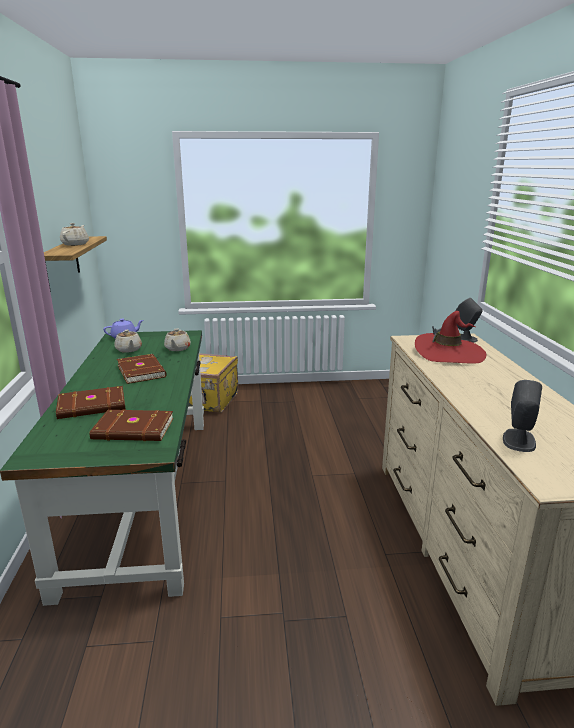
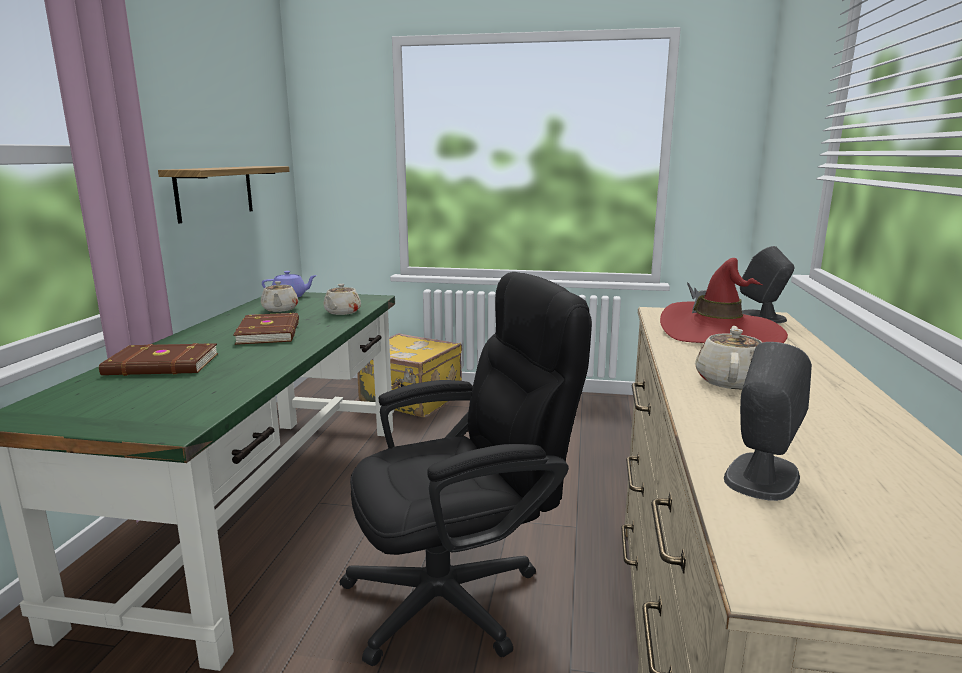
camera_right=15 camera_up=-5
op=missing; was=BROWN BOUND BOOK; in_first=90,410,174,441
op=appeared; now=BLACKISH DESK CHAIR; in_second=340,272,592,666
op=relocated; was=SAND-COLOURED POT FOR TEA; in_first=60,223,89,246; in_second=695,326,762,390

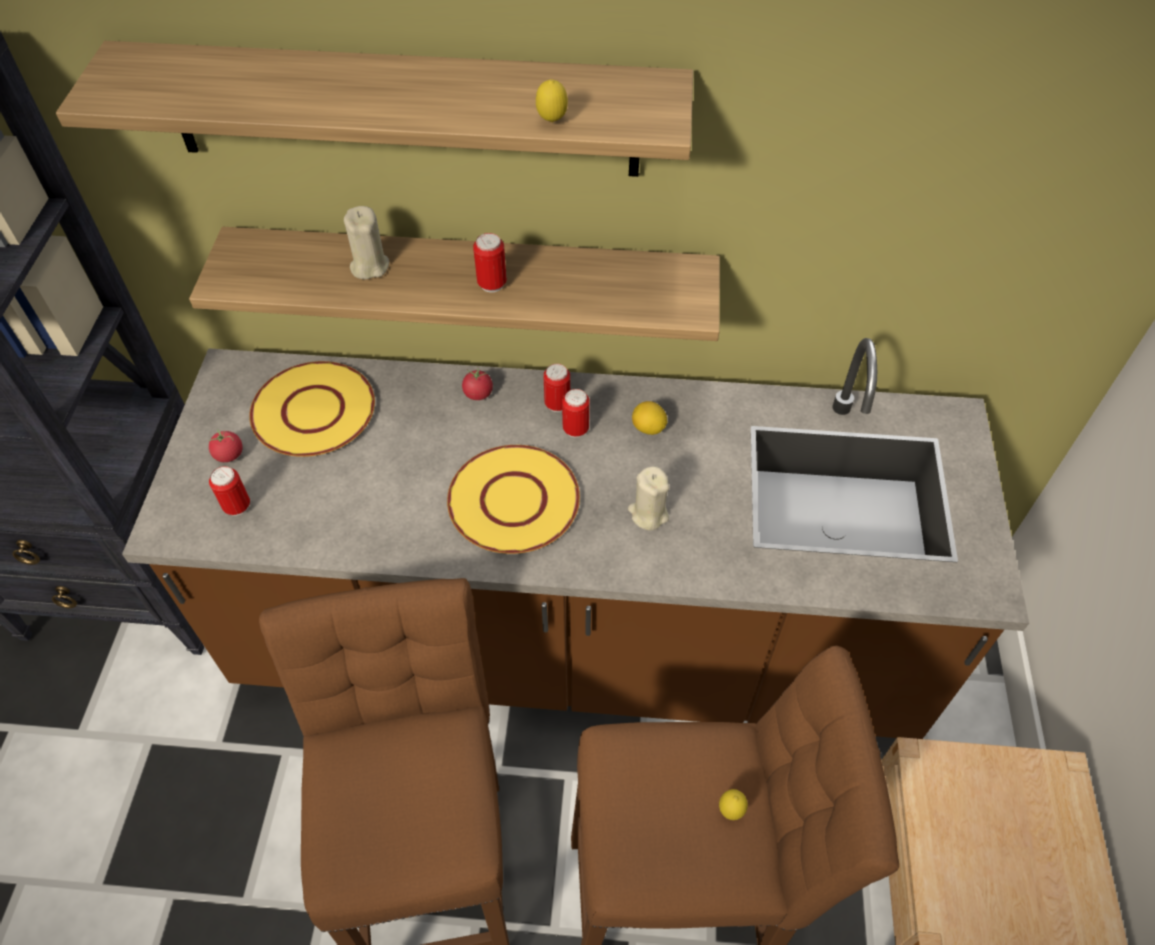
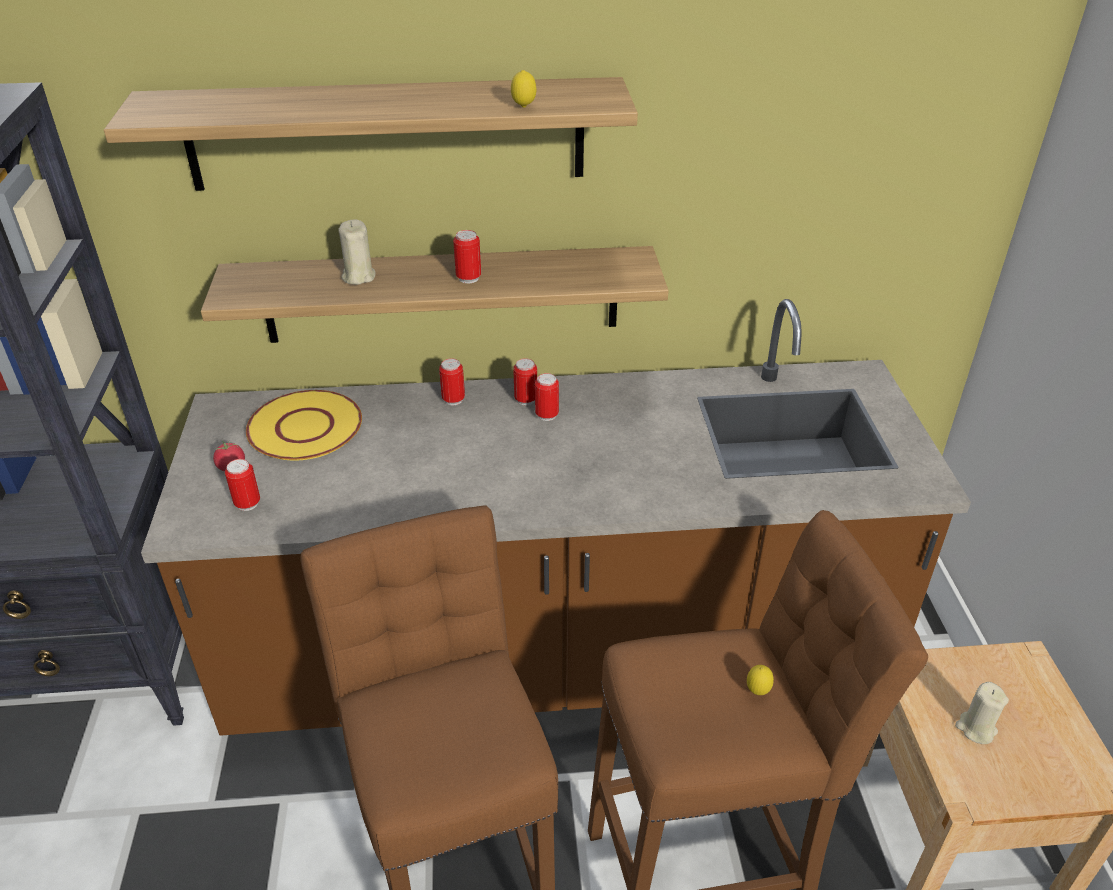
camera_right=-10 camera_up=-15
op=missing; was=YELLOW DINNER PLATE; in_first=447,445,580,554
op=missing; was=LEMON; in_first=632,401,668,435
op=relocated; was=SAND-COLOURED WAX LIGHT; in_first=628,466,669,530; in_second=955,682,1009,744
op=exchanged; was=FRESH TOMATO; now=CAN; in_first=462,368,493,400; in_second=439,358,465,405

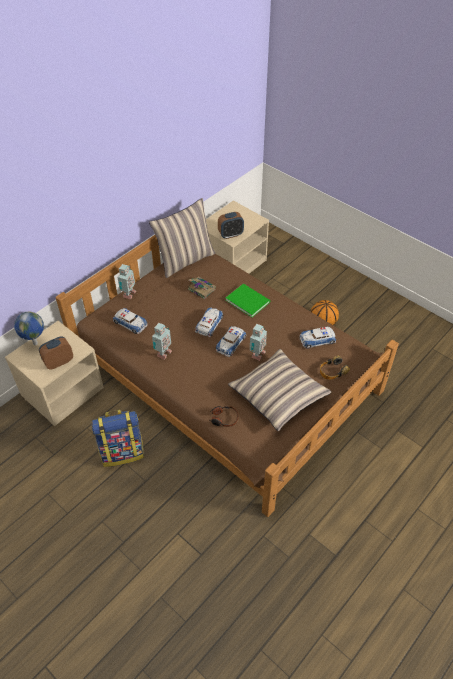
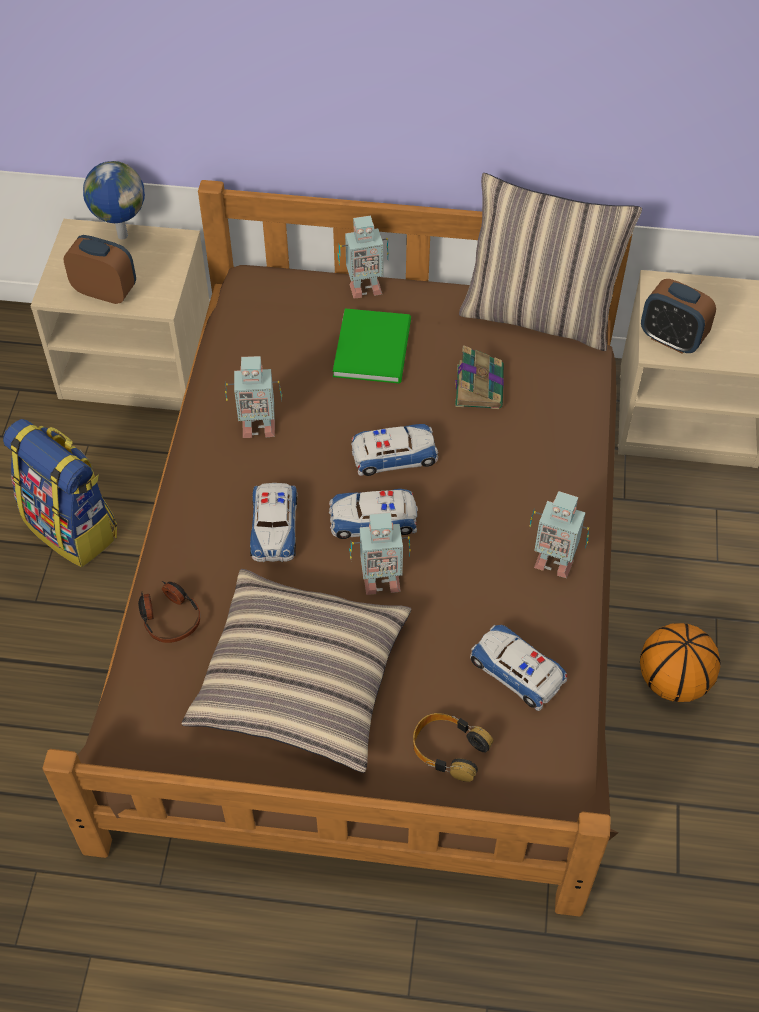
camera_right=55 camera_up=5
op=appeared; now=MODEL ROBOT; in_second=529,491,589,578
op=relocated; was=TOY CAR; in_first=113,308,148,334; in_second=250,483,297,562
op=relocated; was=GREEN-COLOURED BOUND BOOK; in_first=226,284,270,317; in_second=333,308,411,383

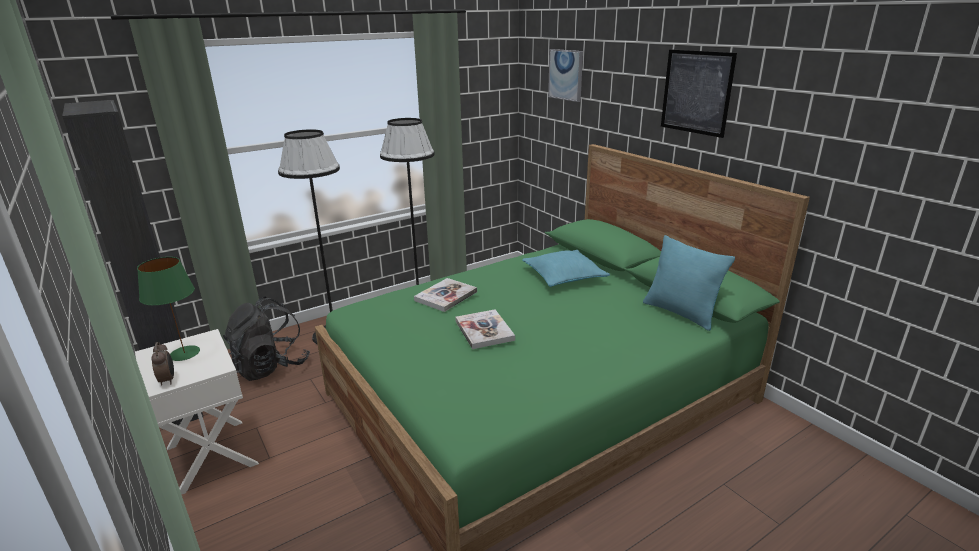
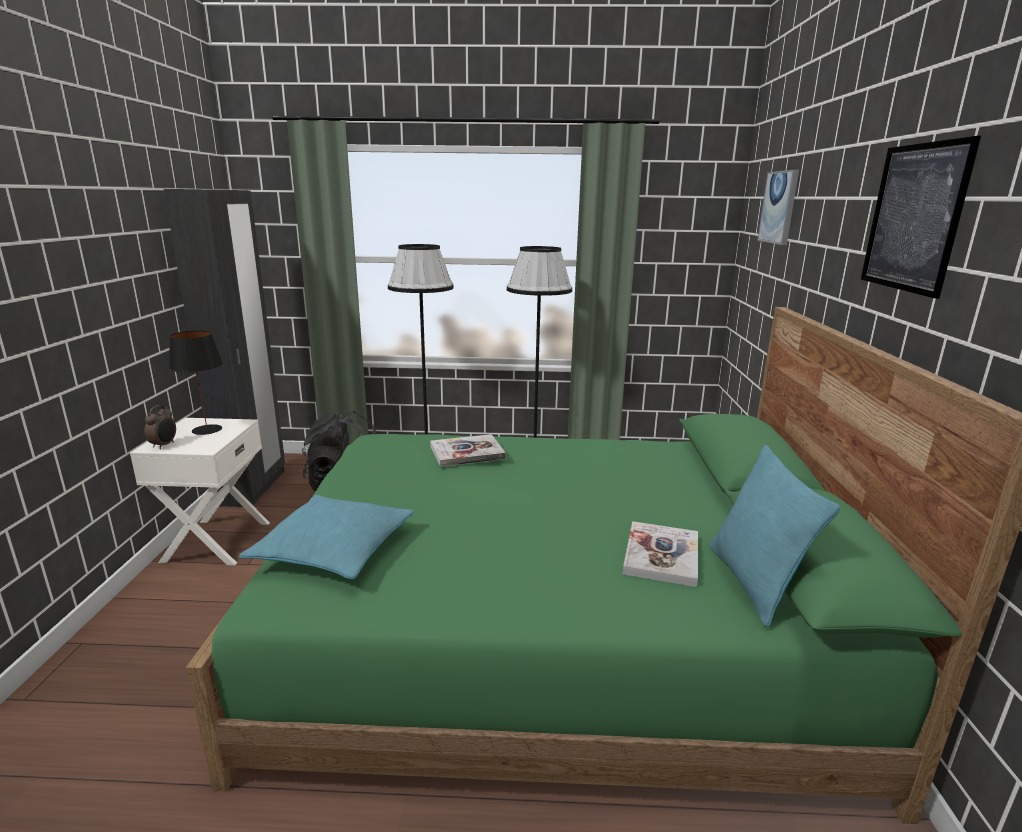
camera_right=35 camera_up=-5
op=relocated; was=BOUND BOOK; in_first=455,309,515,349; in_second=623,521,698,587
op=relocated; was=TURQUOISE-COLOURED THROW PILLOW; in_first=522,250,610,287; in_second=239,495,414,579
op=colour; was=GREEN-COLOURED TABLETOP LAMP; now=BLACKISH TABLETOP LAMP; in_first=137,257,200,361; in_second=169,331,223,435

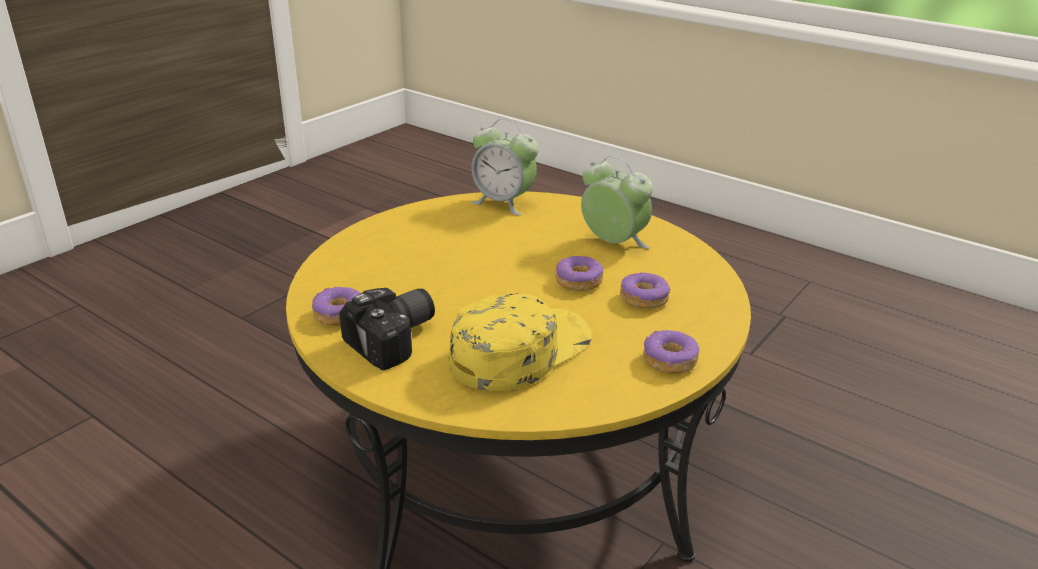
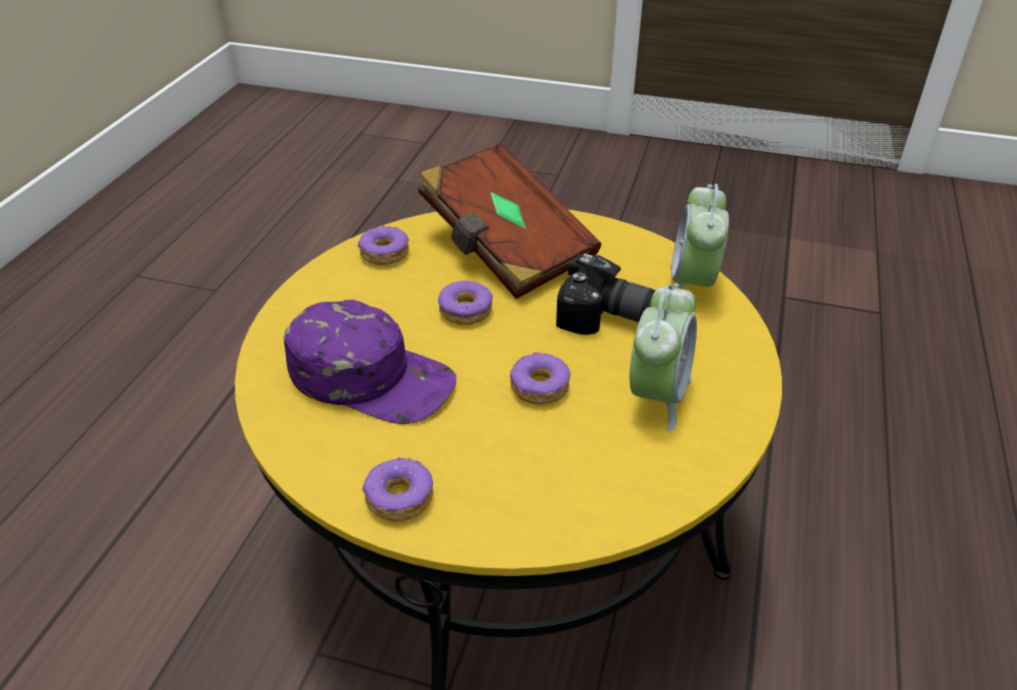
camera_right=70 camera_up=10
op=appeared; now=BROWN BOUND BOOK; in_second=418,143,602,299
op=relocated; was=STILL CAMERA; in_first=339,288,435,370; in_second=556,253,656,335
op=relocated; was=DOUGHNUT; in_first=620,272,670,309; in_second=438,281,493,325
op=colour; was=YELLOW PEAKED CAP; now=PURPLE-COLOURED PEAKED CAP; in_first=449,293,592,391; in_second=283,300,456,424

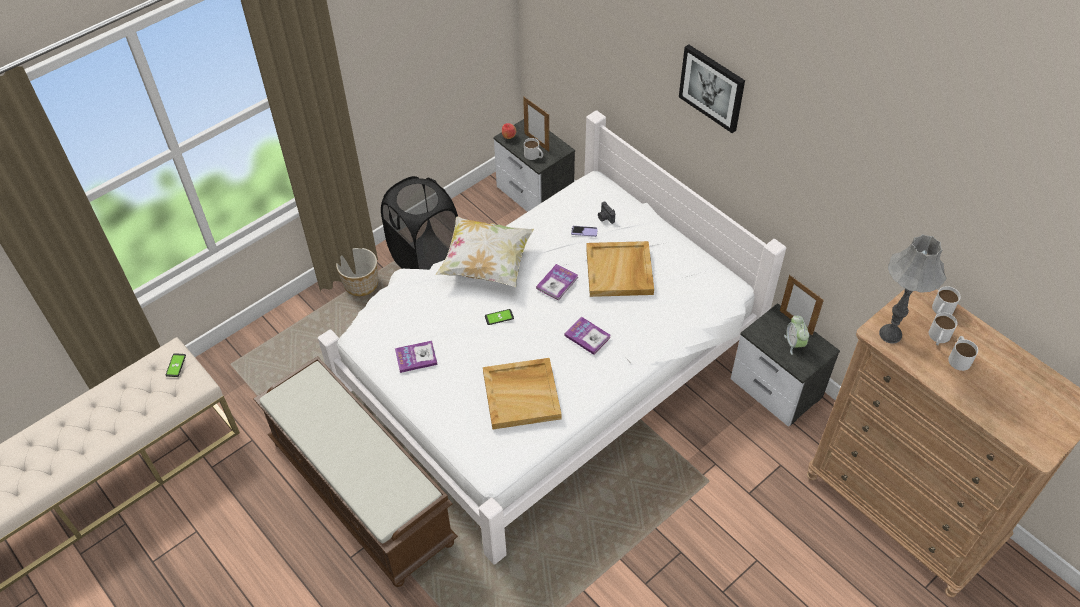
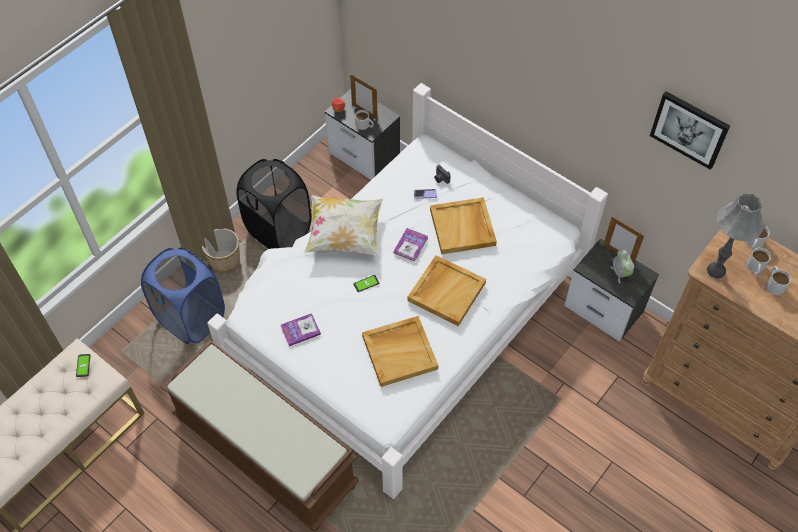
camera_right=-10 camera_up=5
op=appeared; now=BLUE WASHING BASKET; in_second=141,247,225,344
op=relocated; was=WALL ART; in_first=679,44,745,133; in_second=650,91,730,170
op=exchanged; was=BOUND BOOK; now=SAND-COLOURED CARRYING TRAY; in_first=564,317,611,355; in_second=407,255,486,326

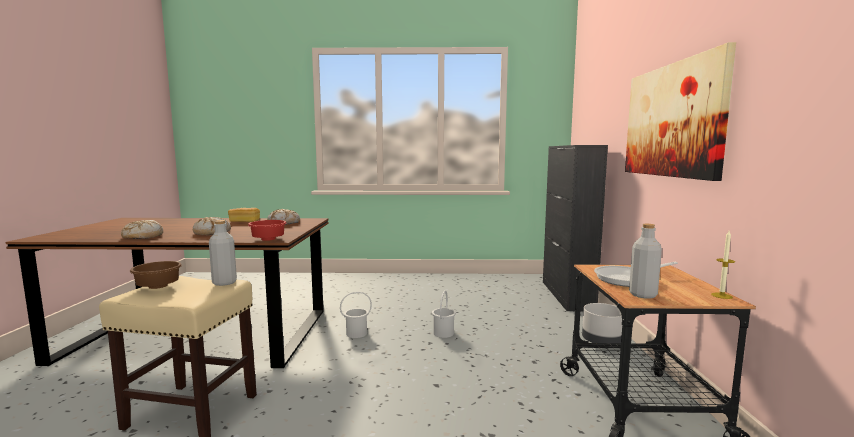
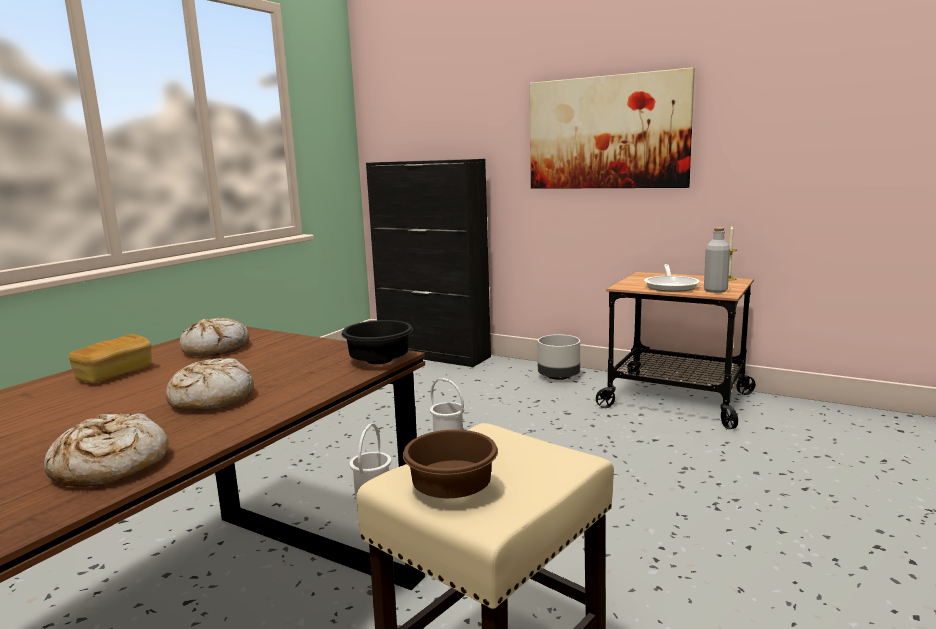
camera_right=-60 camera_up=5
op=missing; was=GRAY BEVERAGE BOTTLE; in_first=209,220,237,286
op=colour; was=RED SERVING BOWL; now=BLACKISH SERVING BOWL; in_first=248,220,287,241; in_second=342,320,413,364

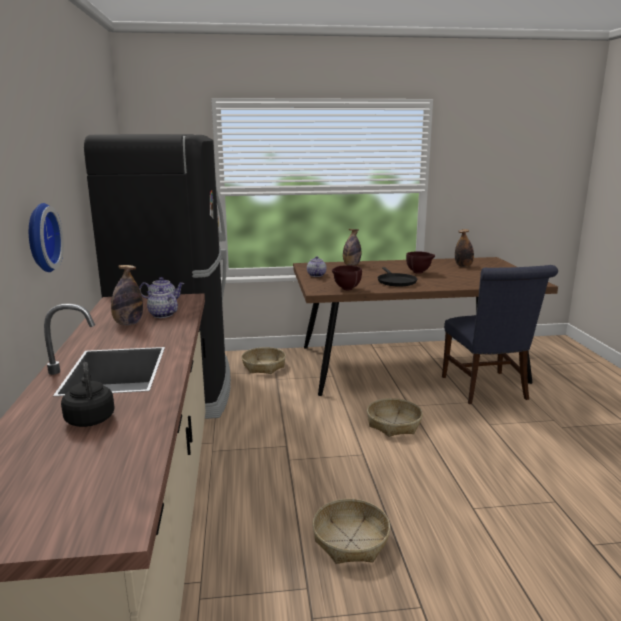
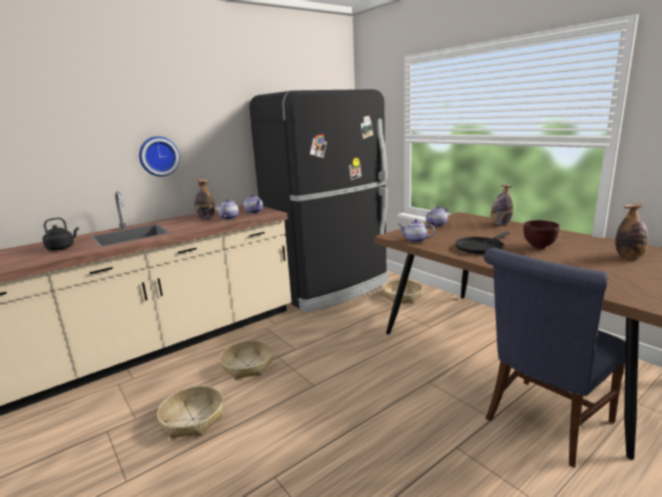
camera_right=60 camera_up=0
op=relocated; was=HOUSEHOLD BASKET; in_first=367,398,423,437; in_second=220,340,273,380
op=exchanged; was=BROWN SERVING BOWL; now=POT FOR TEA; in_first=332,265,362,290; in_second=398,219,435,243

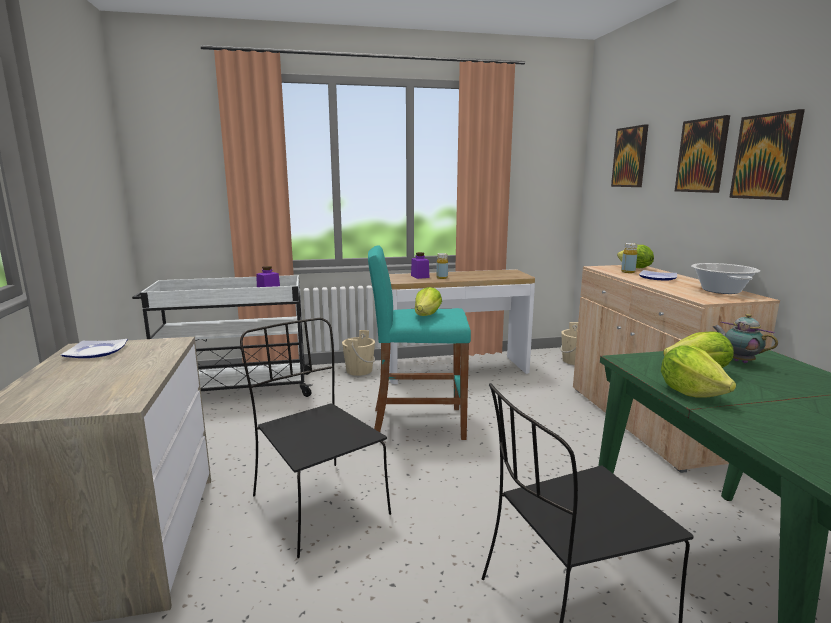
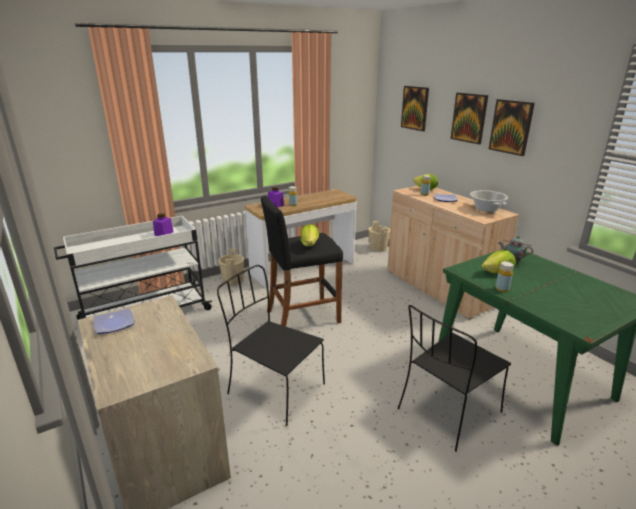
camera_right=-20 camera_up=10
op=exchanged; was=LETTUCE HEAD; now=YELLOW BEVERAGE BOTTLE; in_first=661,345,736,398; in_second=496,261,514,292
op=colour; was=TURQUOISE-COLOURED SITTING STOOL; now=BLACKISH SITTING STOOL; in_first=368,245,471,440; in_second=261,196,343,326

